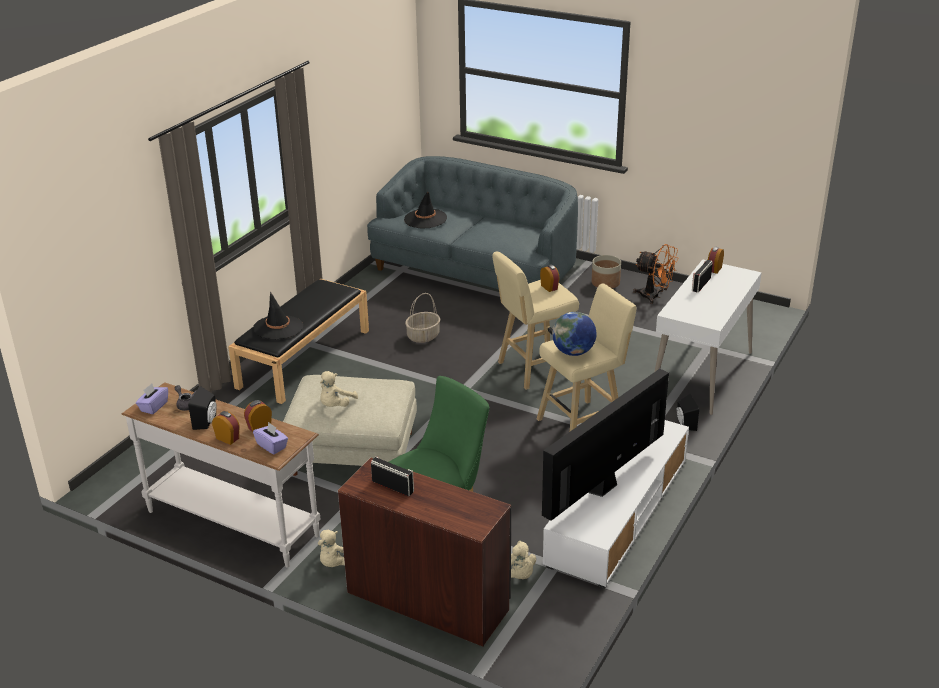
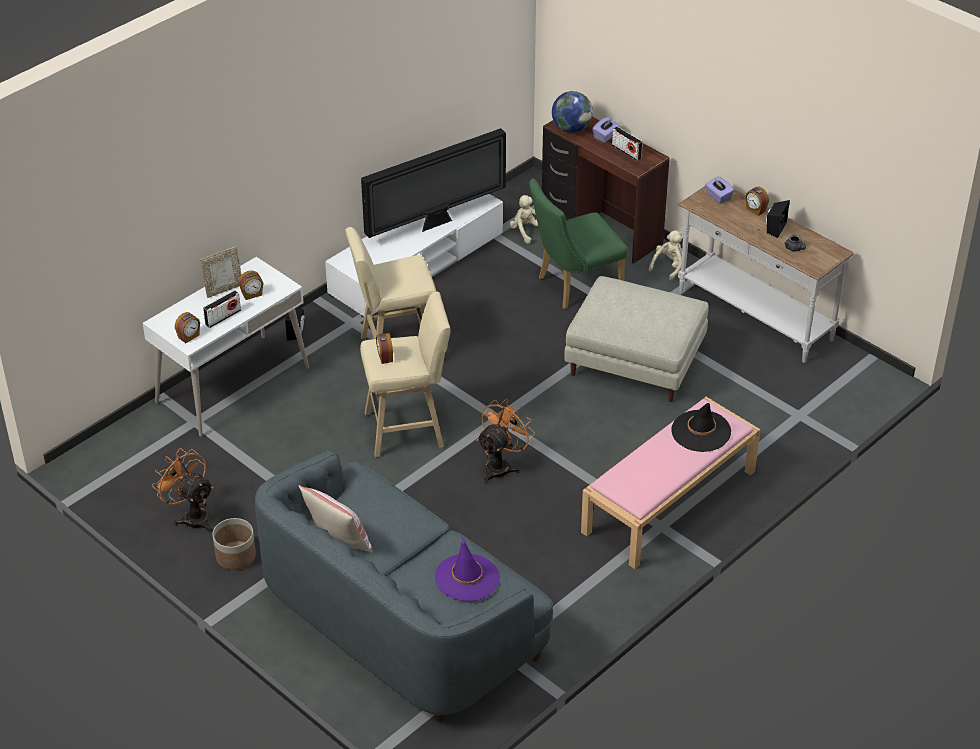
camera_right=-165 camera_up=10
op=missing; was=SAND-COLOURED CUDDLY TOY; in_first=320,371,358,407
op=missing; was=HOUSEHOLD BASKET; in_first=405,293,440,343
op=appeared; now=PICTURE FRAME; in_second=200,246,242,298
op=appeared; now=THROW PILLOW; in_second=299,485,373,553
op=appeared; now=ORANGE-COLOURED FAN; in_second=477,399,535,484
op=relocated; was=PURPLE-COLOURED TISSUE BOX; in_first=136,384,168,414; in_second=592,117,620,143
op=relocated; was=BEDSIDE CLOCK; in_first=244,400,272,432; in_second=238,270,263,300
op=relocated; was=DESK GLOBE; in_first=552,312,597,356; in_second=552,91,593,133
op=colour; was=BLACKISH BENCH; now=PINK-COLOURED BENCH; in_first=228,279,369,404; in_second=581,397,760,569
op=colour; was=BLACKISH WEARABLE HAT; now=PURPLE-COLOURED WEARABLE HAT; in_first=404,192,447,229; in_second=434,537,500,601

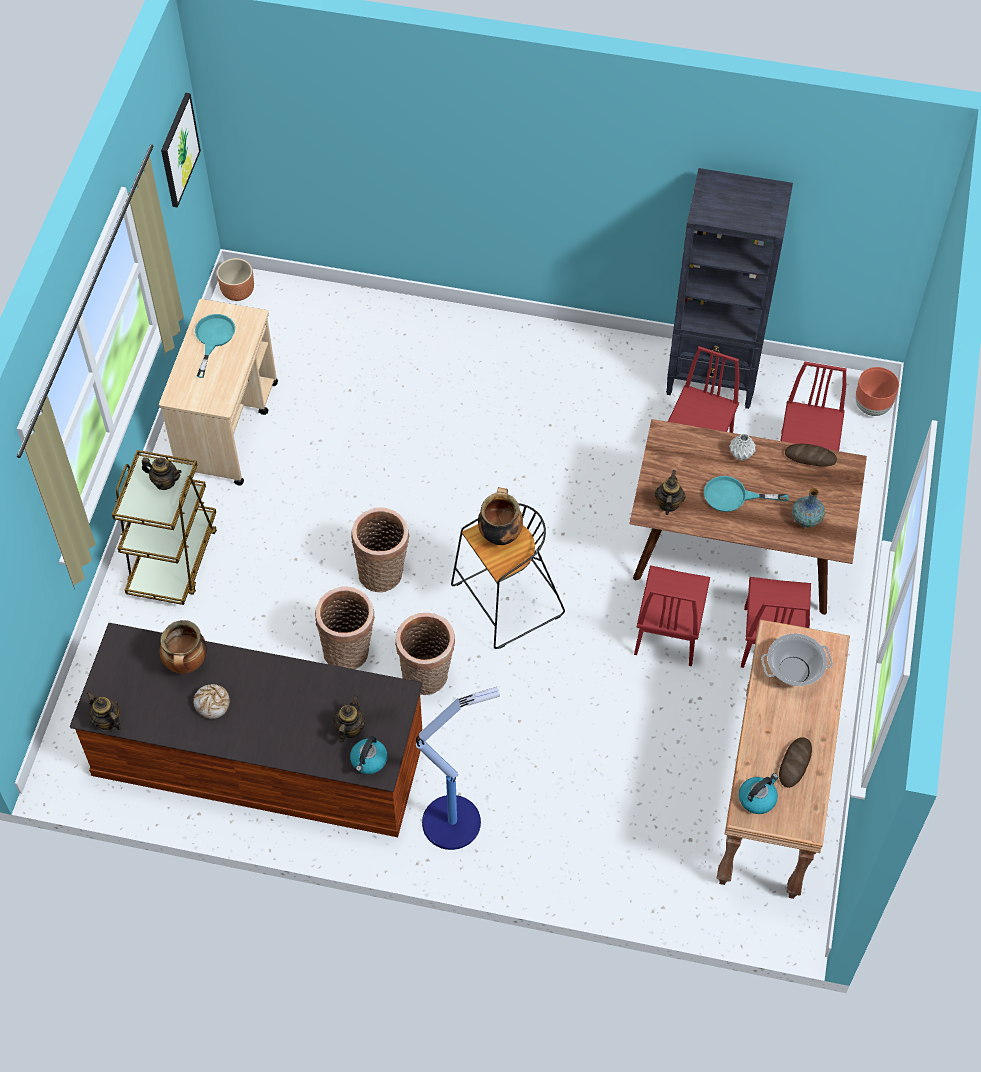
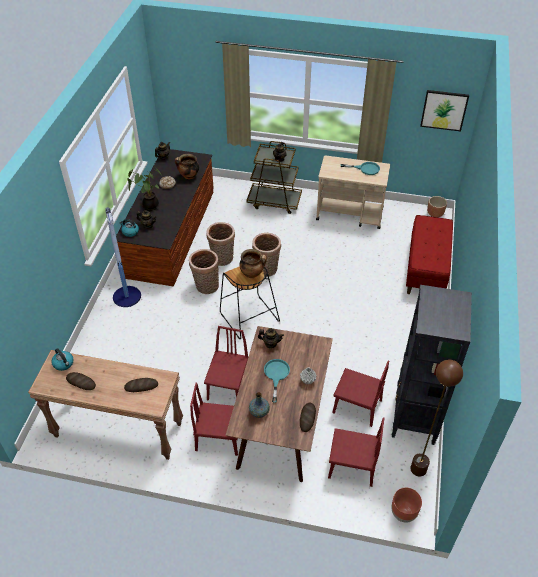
camera_right=90 camera_up=-10
op=appeared; now=HOUSEPLANT; in_second=127,168,162,211
op=appeared; now=RED BENCH; in_second=406,215,453,294
op=appeared; now=BROWN STANDARD LAMP; in_second=410,359,463,476
op=exchanged; was=COOKING POT; now=BAKERY BREAD; in_first=761,633,833,686; in_second=124,378,158,392
op=spun; was=RED PLAIN CHAIR; in_first=634,565,710,666; in_second=204,326,249,401; clockwise=90

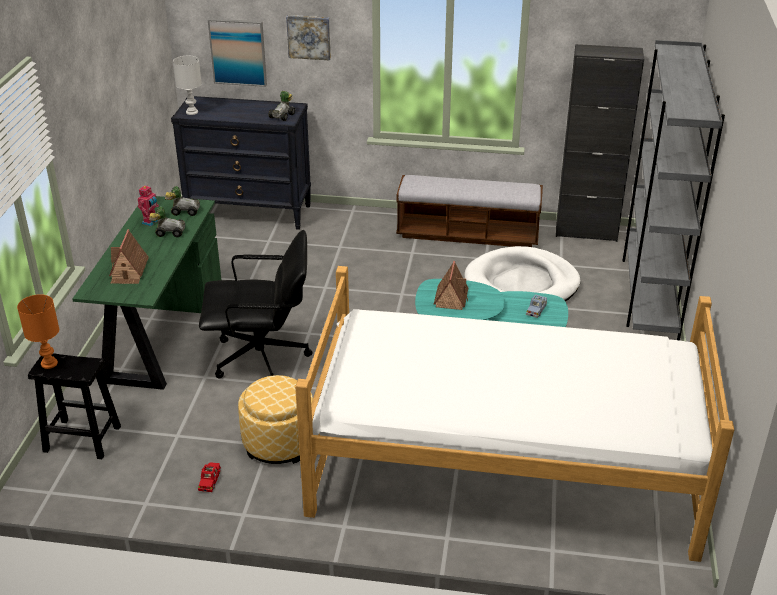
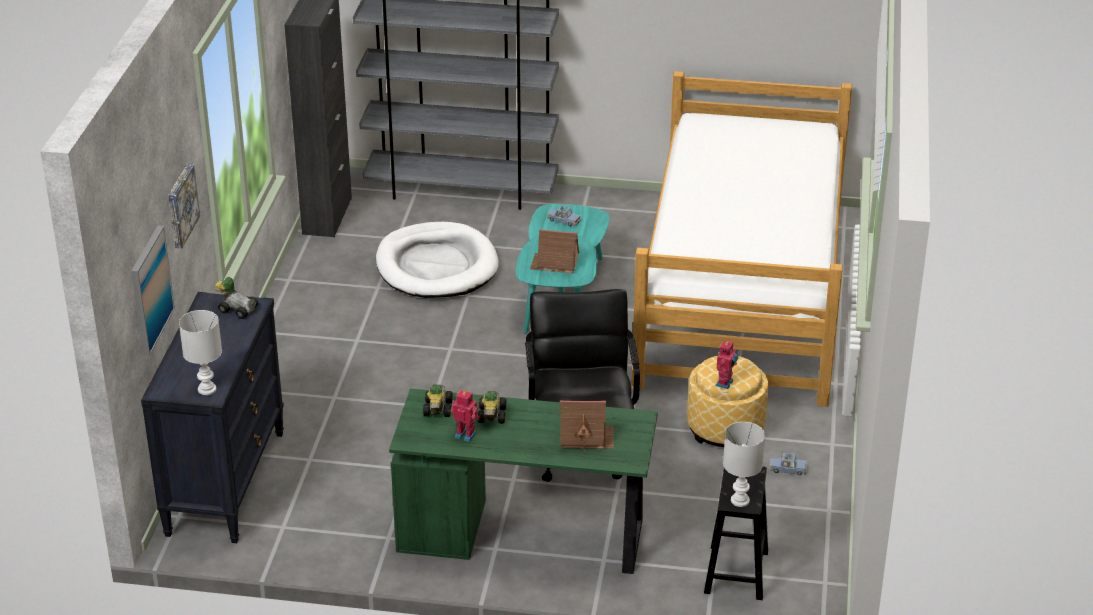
camera_right=-90 camera_up=0
op=missing; was=BENCH; in_first=396,175,543,247
op=appeared; now=MODEL ROBOT; in_second=715,340,738,389
op=colour; was=ORANGE-COLOURED TABLETOP LAMP; now=WHITE TABLETOP LAMP; in_first=17,294,59,369; in_second=723,422,765,507
op=colour; was=RED TOY CAR; now=BLUE TOY CAR; in_first=198,462,221,492; in_second=770,453,807,475

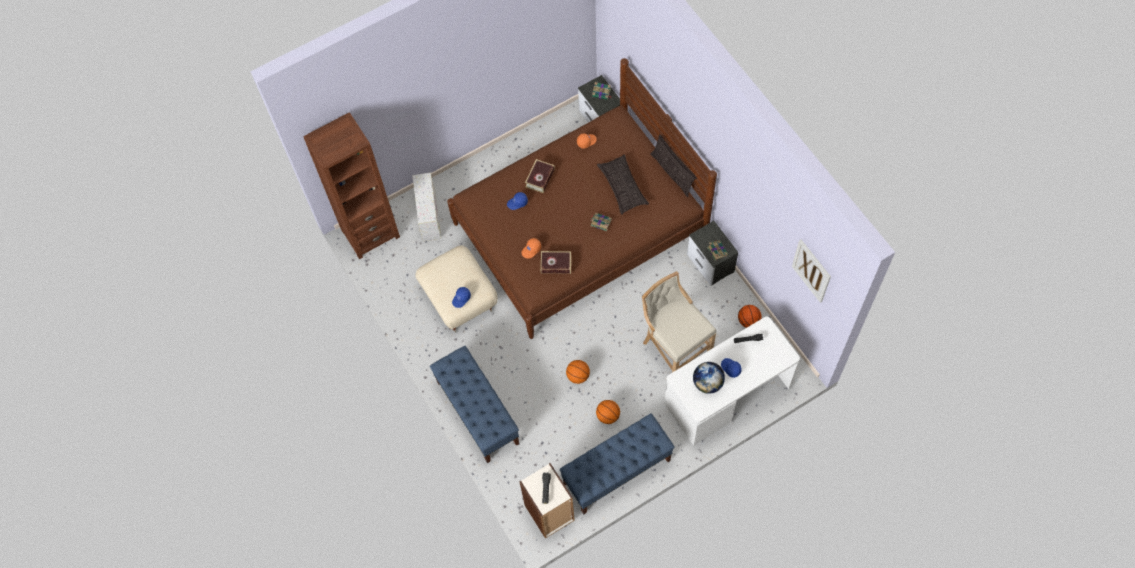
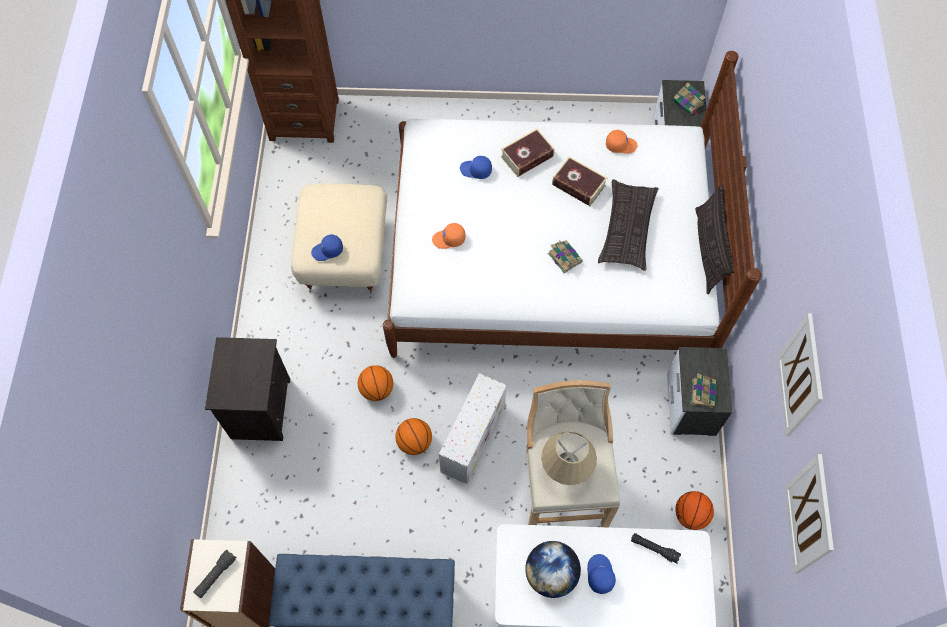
camera_right=30 camera_up=0
op=appeared; now=SAND-COLOURED TABLETOP LAMP; in_second=541,431,597,485
op=appeared; now=WALL ART; in_second=777,313,823,436
op=relocated; was=WHITE STORAGE CONTAINER; in_first=412,173,441,241; in_second=439,373,507,484
op=relocated; was=BOUND BOOK; in_first=541,251,571,274; in_second=552,156,607,206
op=relocated; was=BALL FOR BASKETBALL; in_first=596,400,620,424; in_second=358,365,393,401
op=exchanged; was=BLUE BENCH; now=BLACKISH NIGHT TABLE; in_first=430,346,519,463; in_second=205,337,290,441
op=colour; was=BROWN SLEEPING BED; now=WHITE SLEEPING BED; in_first=447,58,717,339; in_second=383,51,762,358

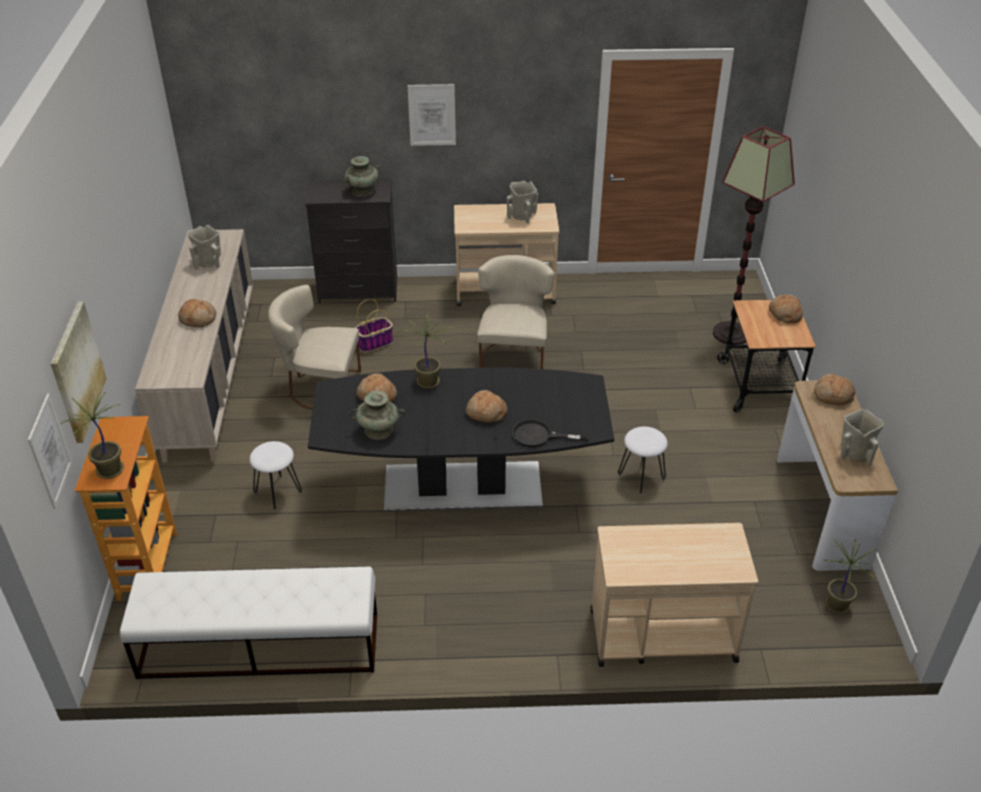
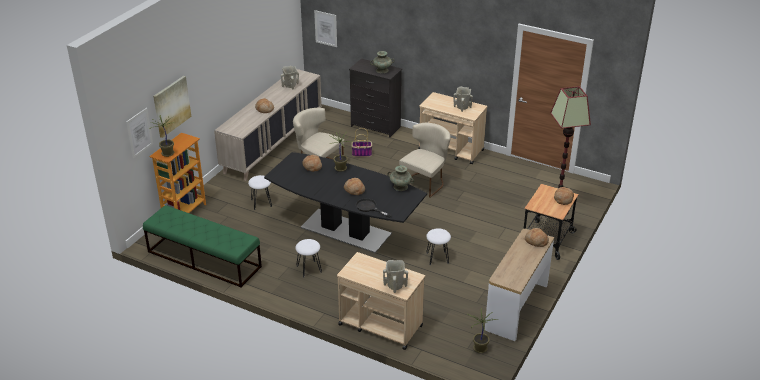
camera_right=30 camera_up=-5
op=appeared; now=WHITE SITTING STOOL; in_second=295,239,322,278
op=relocated; was=TURQUOISE-COLOURED FLOWER VASE; in_first=349,391,405,440; in_second=387,165,414,191
op=relocated; was=WALL ART; in_first=407,84,456,146; in_second=314,10,337,47
op=relocated; was=SAND-COLOURED FLOWER VASE; in_first=840,409,884,466; in_second=383,260,408,293
op=colour; was=WHITE BENCH; now=GREEN-COLOURED BENCH; in_first=120,567,377,679; in_second=143,205,262,288

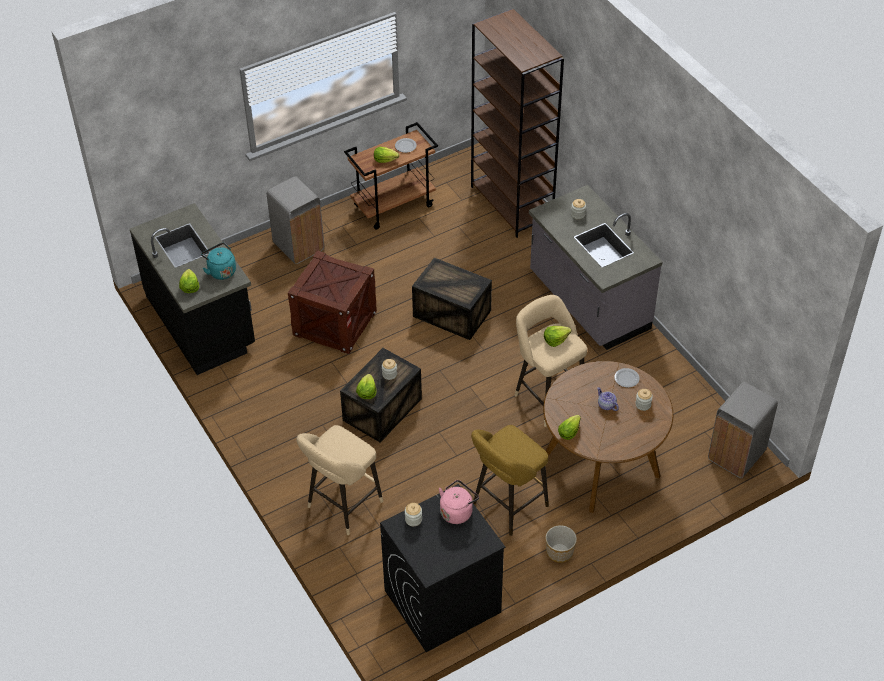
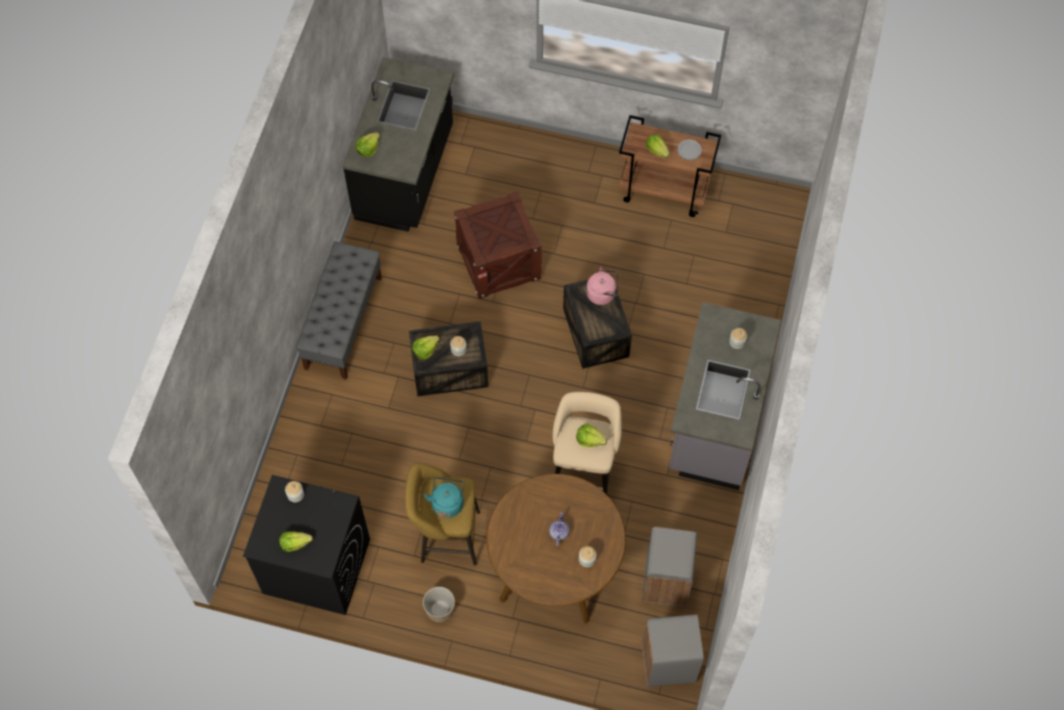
camera_right=45 camera_up=15
op=missing; was=SAND-COLOURED SITTING STOOL; in_first=296,425,383,535
op=missing; was=BROWN BOOKSHELF; in_first=471,9,564,238
op=missing; was=DINNER PLATE; in_first=614,368,640,387
op=appeared; now=GRAY BENCH; in_second=296,242,382,380
op=relocated; was=TURQUOISE-COLOURED KETTLE; in_first=201,242,236,280; in_second=424,477,465,518
op=relocated; was=GRAY WASTE BIN; in_first=267,176,324,264; in_second=642,527,697,607
op=relocated; was=PINK-COLOURED KETTLE; in_first=439,480,479,524; in_second=586,267,619,305
op=relocated; was=LETTUCE HEAD; in_first=558,415,581,440; in_second=279,531,313,552

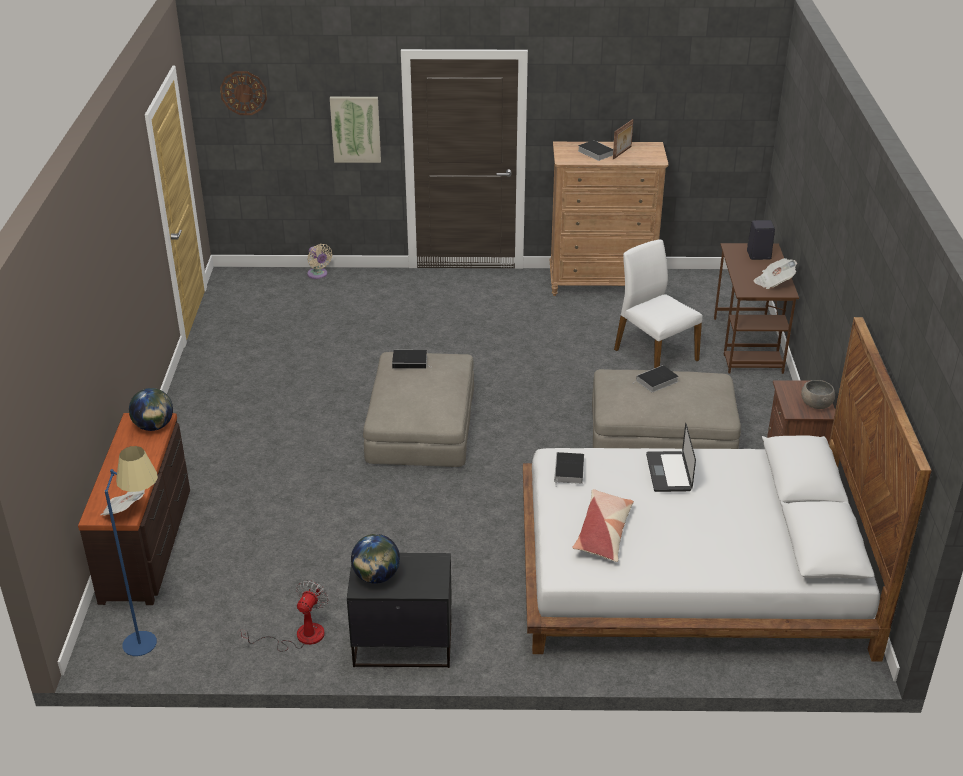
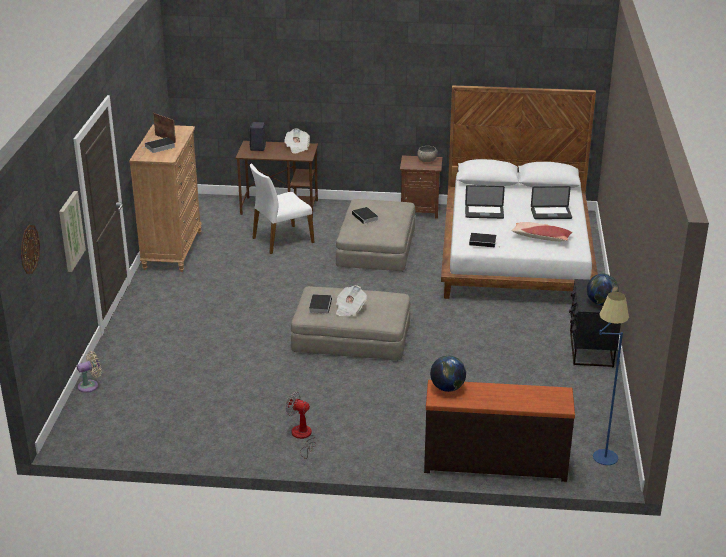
camera_right=-85 camera_up=-5
op=appeared; now=LAPTOP; in_second=531,186,572,219
op=relocated; was=DAILY PAPER; in_first=101,490,145,516; in_second=336,285,367,316
op=relocated; was=FAN; in_first=240,580,329,651; in_second=286,392,316,459

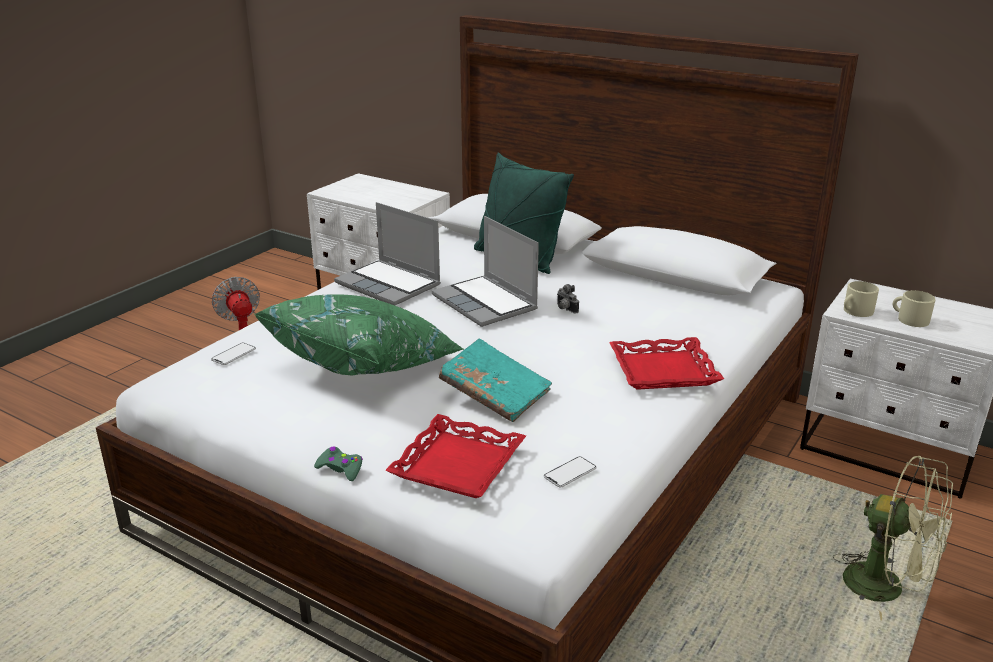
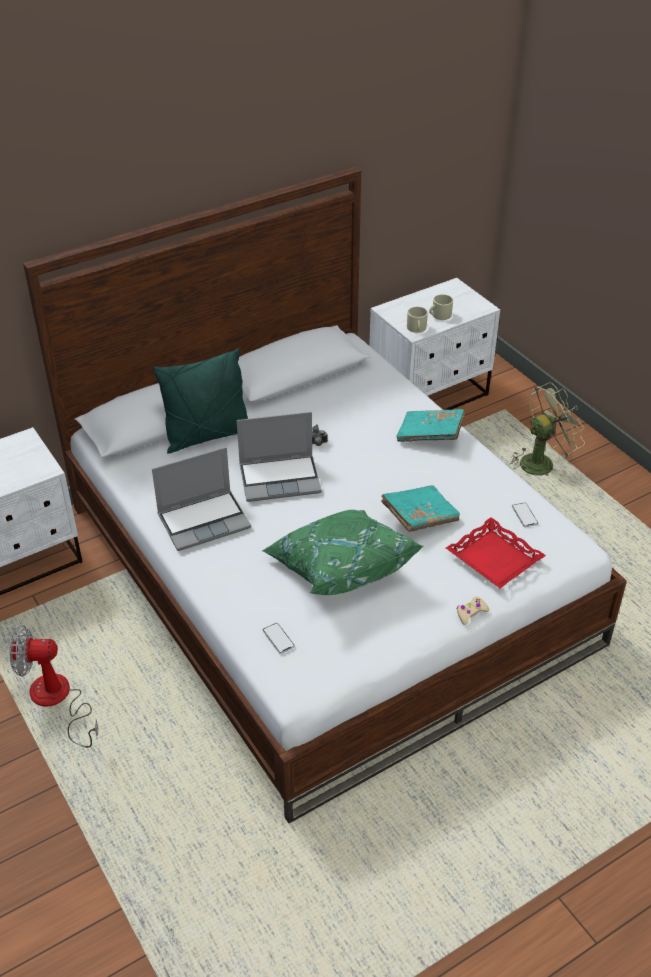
camera_right=-65 camera_up=15
op=exchanged; was=RED CARRYING TRAY; now=TURQUOISE-COLOURED BOUND BOOK; in_first=609,337,724,390; in_second=396,409,465,442
op=colour; was=GREEN-COLOURED JOYPAD; now=SAND-COLOURED JOYPAD; in_first=314,446,363,481; in_second=457,597,490,625

